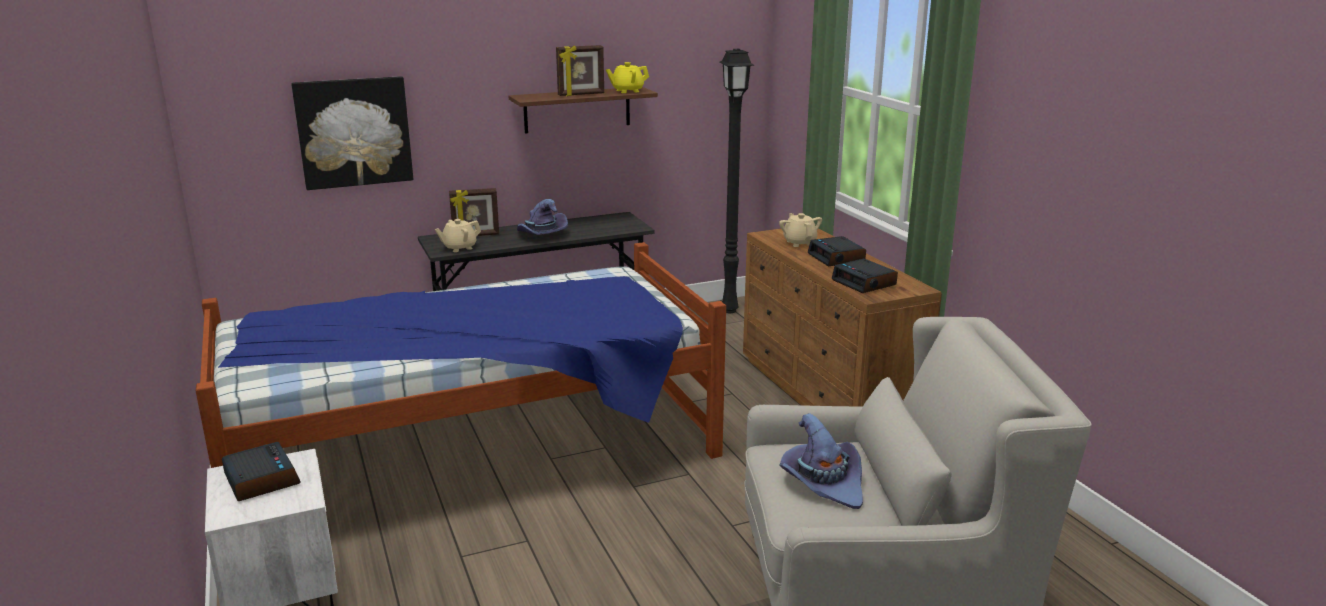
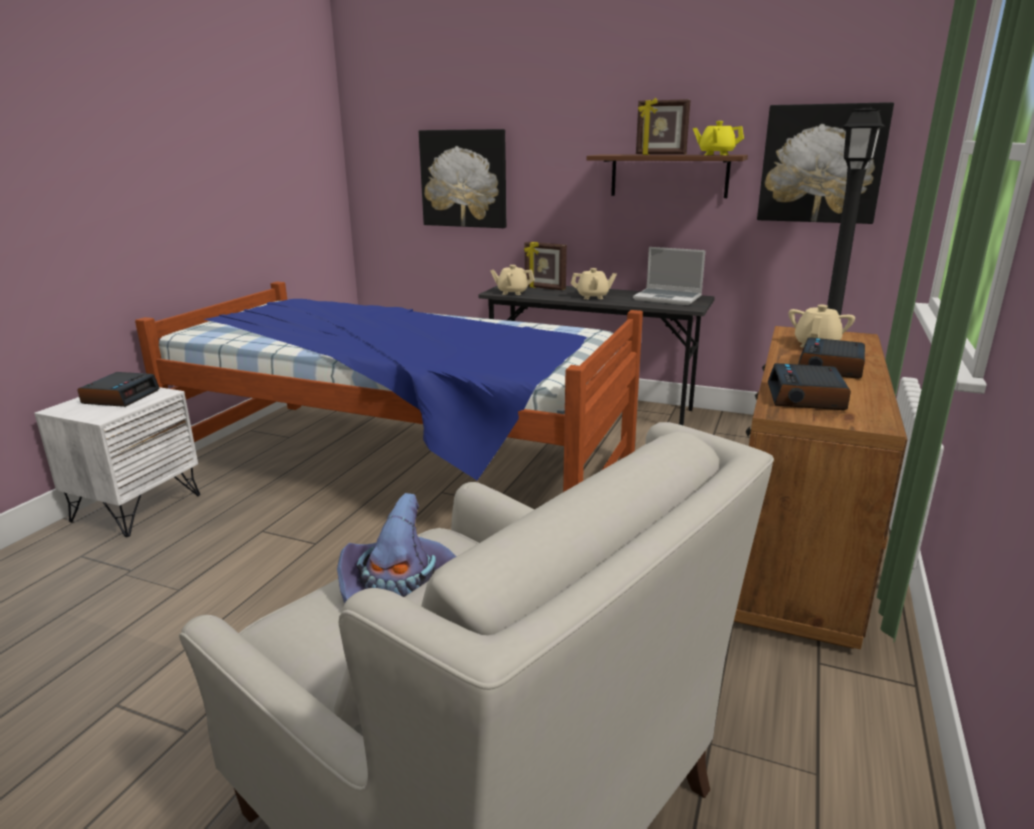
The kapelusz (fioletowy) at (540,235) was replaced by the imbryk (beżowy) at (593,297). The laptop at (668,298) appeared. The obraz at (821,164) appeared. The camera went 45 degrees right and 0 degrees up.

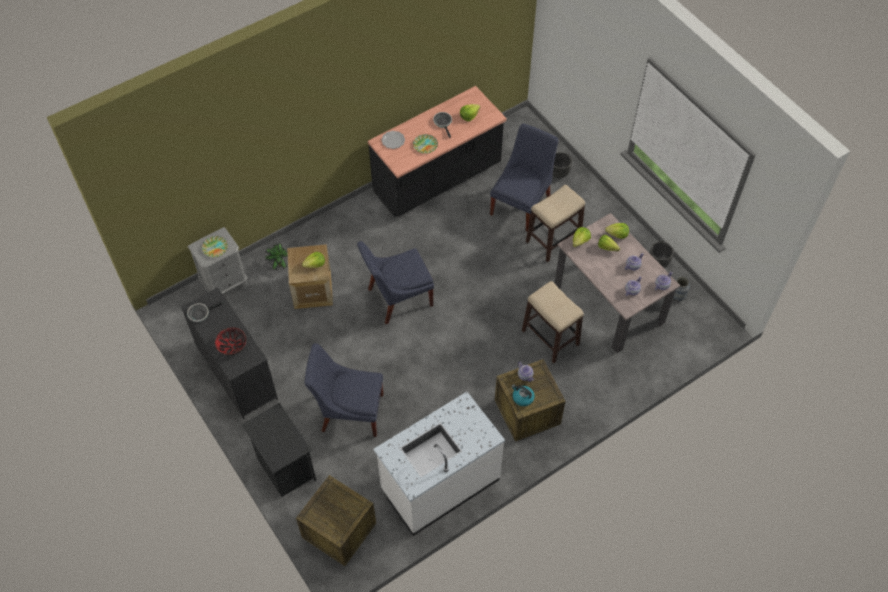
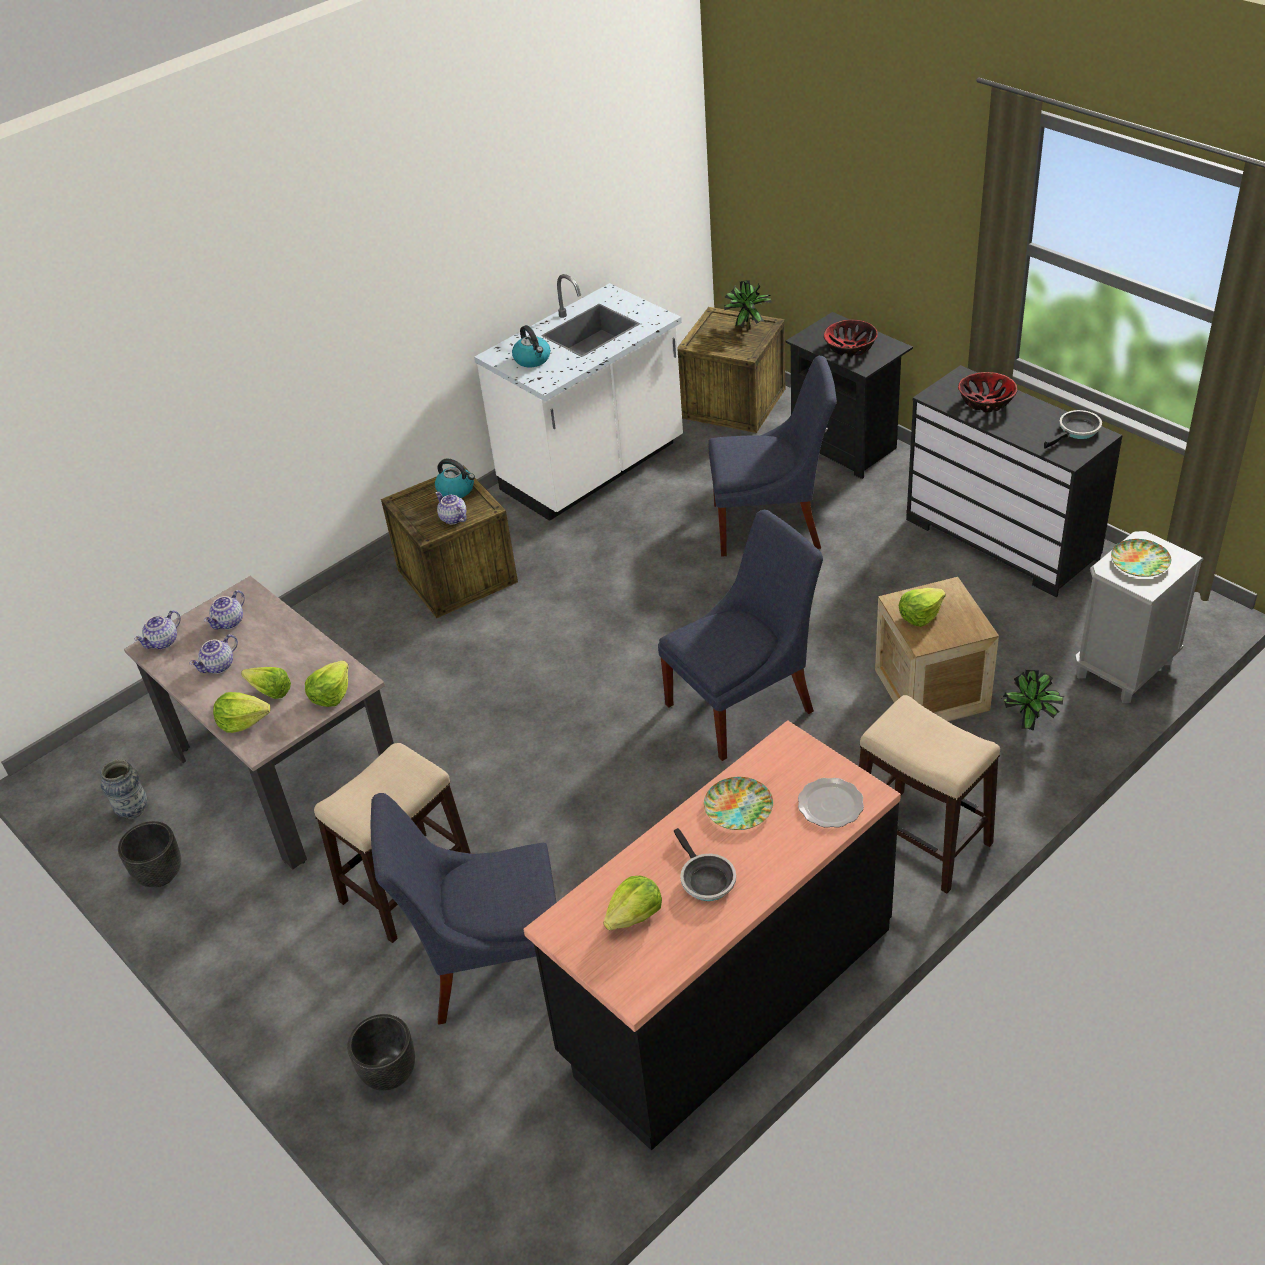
The krzesło (niebieski) at (522,204) turned 60 degrees clockwise. The czajnik at (533,359) appeared. The roślina doniczkowa at (747,327) appeared. The miska at (850,348) appeared. The stołek moved from (550,337) to (923,840). The camera went 175 degrees right and 15 degrees down.

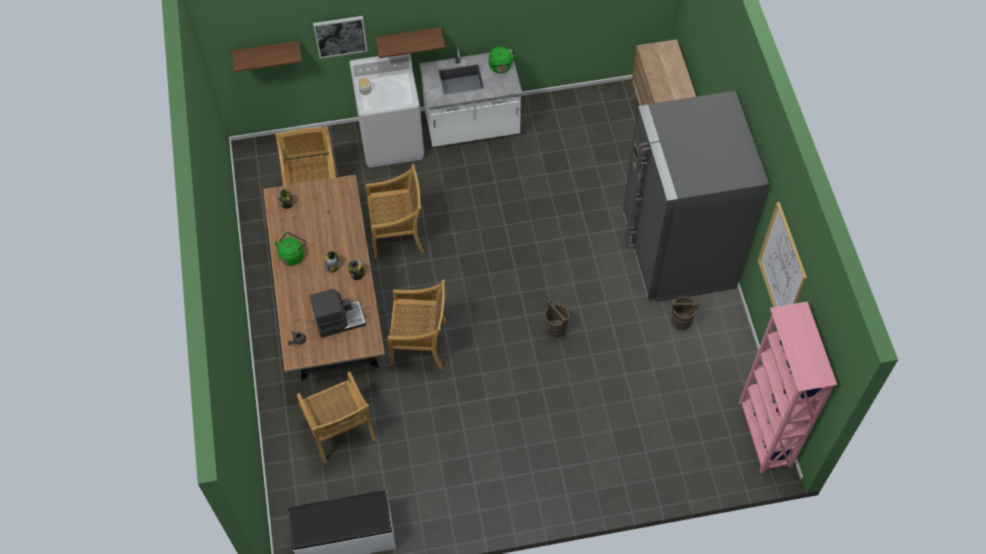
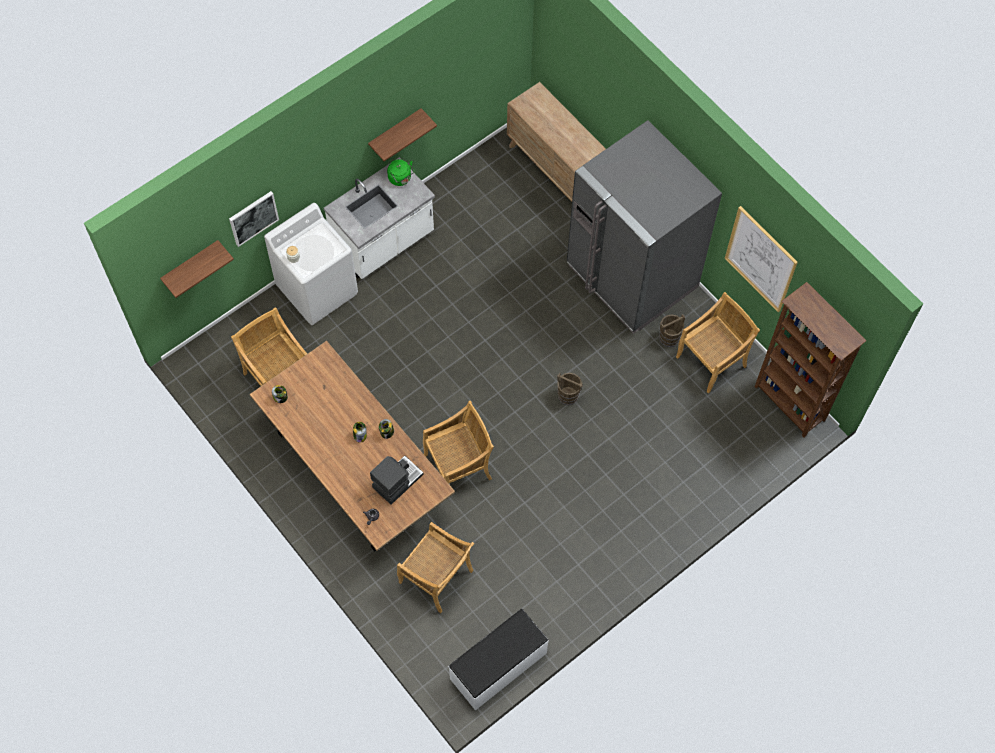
The półka moved from (408,39) to (395,131). The krzesło (beżowy) moved from (397,234) to (712,361). The regał (różowy) at (763,435) became the regał (brązowy) at (789,404). The czajnik (zielony) at (292,255) disappeared. The camera went 30 degrees left and 5 degrees up.

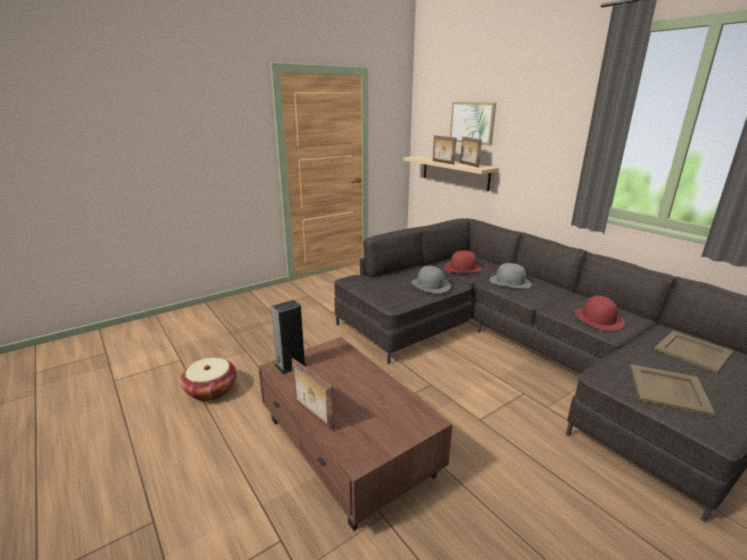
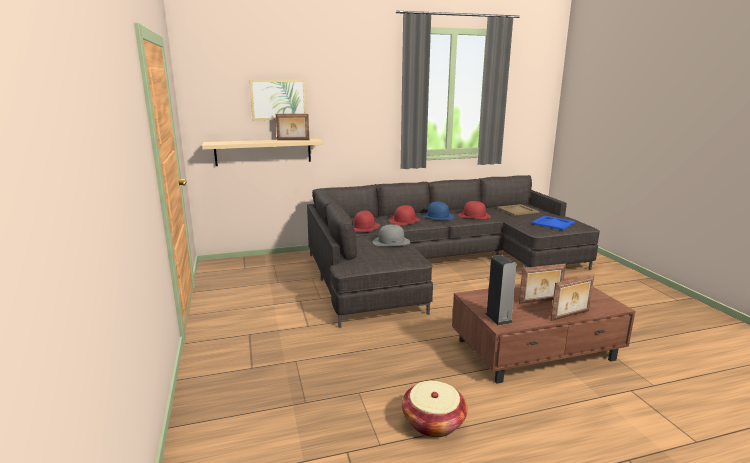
The kapelusz (szary) at (510,281) became the kapelusz (czerwony) at (404,220). The kapelusz (niebieski) at (438,216) appeared. The ramka na zdjęcie moved from (442,162) to (540,301). The taca (beżowy) at (669,389) became the taca (niebieski) at (553,223). The camera went 70 degrees left and 5 degrees down.

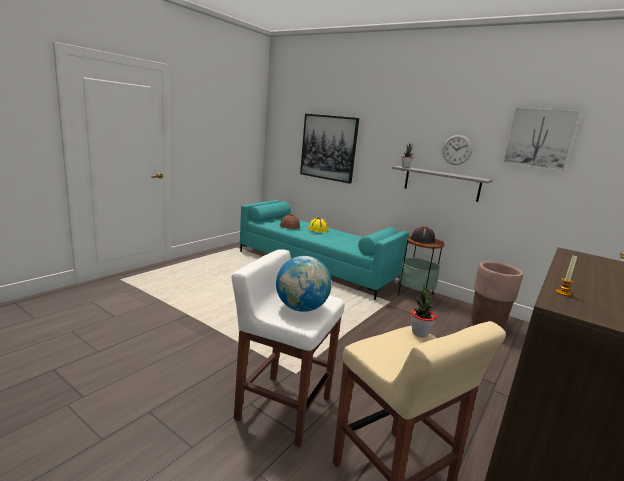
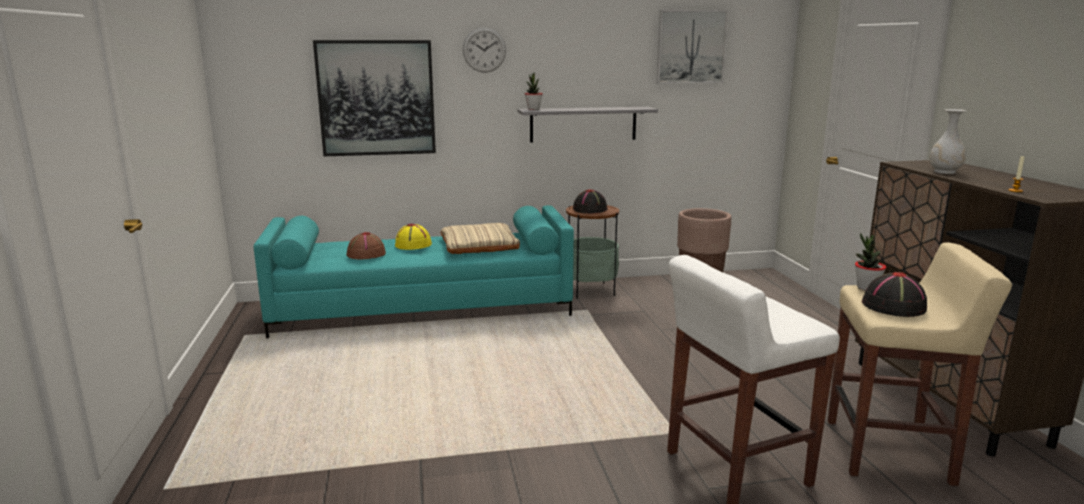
The poduszka (beżowy) at (479,245) appeared. The zegar ścienny moved from (457,150) to (484,50). The kapelusz (czarny) at (893,307) appeared. The wazon (biały) at (944,172) appeared. The globus at (301,308) disappeared. The camera went 45 degrees left and 0 degrees up.

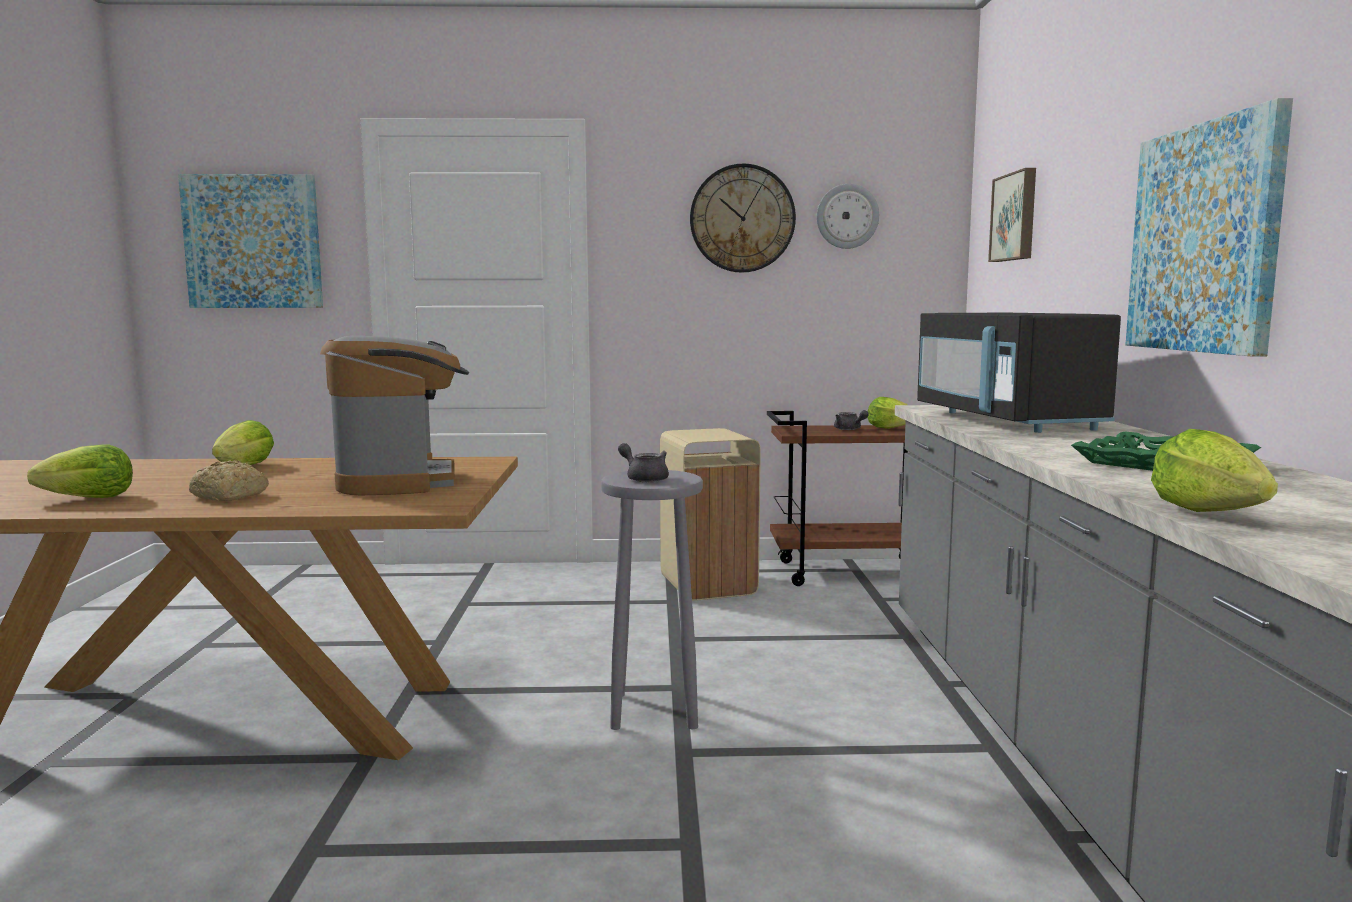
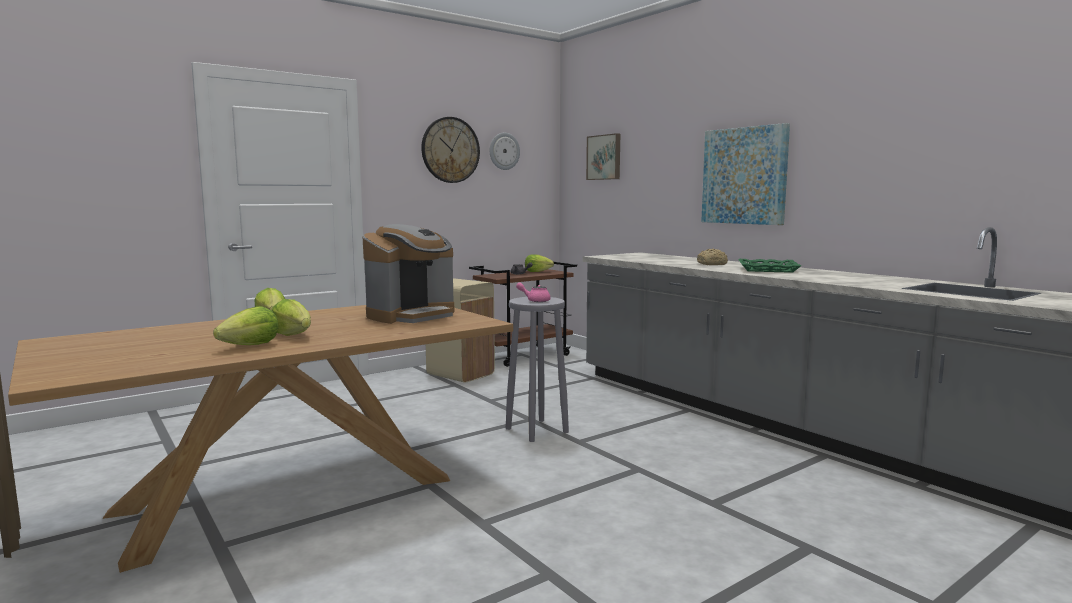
The sałata moved from (1207,512) to (293,335). The ekspres do kawy at (399,481) turned 90 degrees clockwise. The imbryk (szary) at (644,478) became the imbryk (różowy) at (535,300). The chleb moved from (229,496) to (712,264). The obraz at (253,242) disappeared. The mikrofalówka (czarny) at (1006,420) disappeared. The camera went 35 degrees left and 0 degrees up.

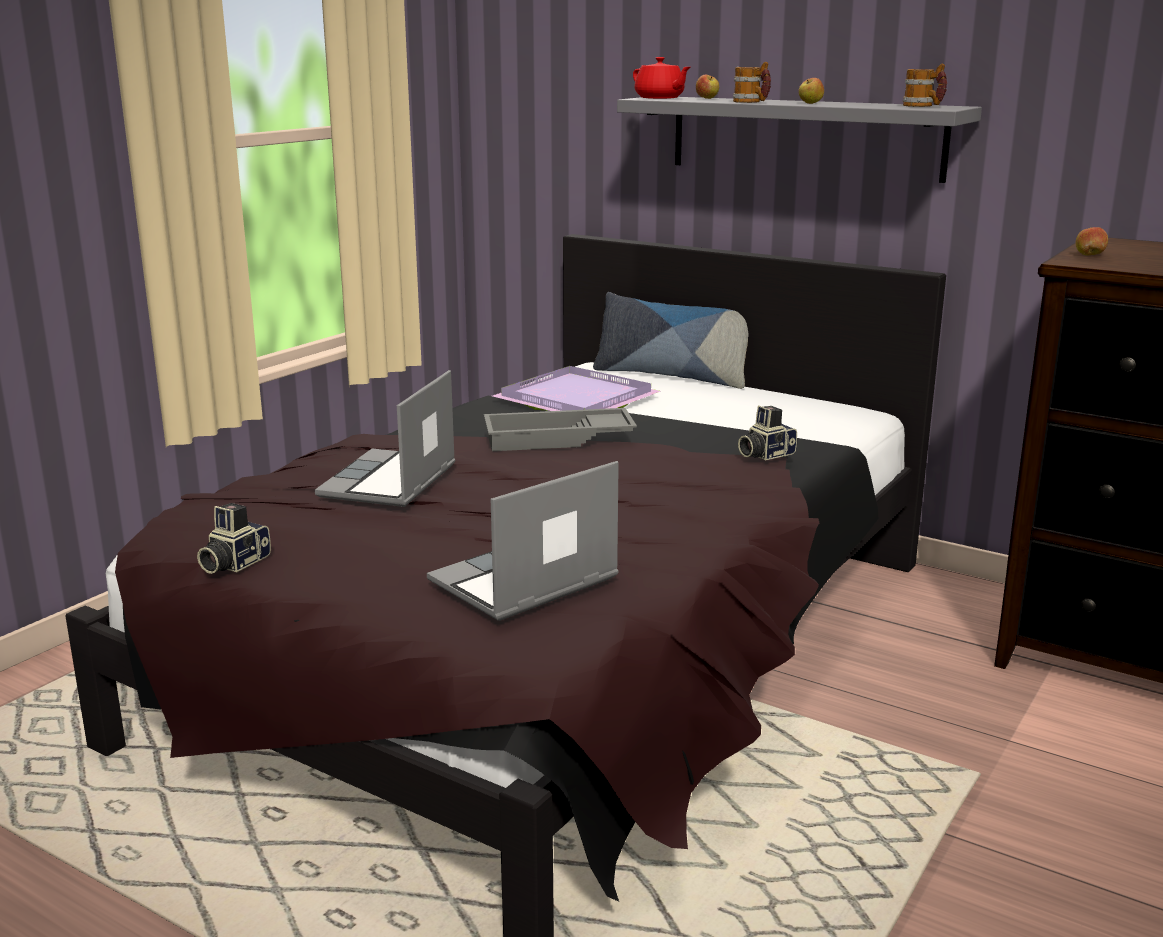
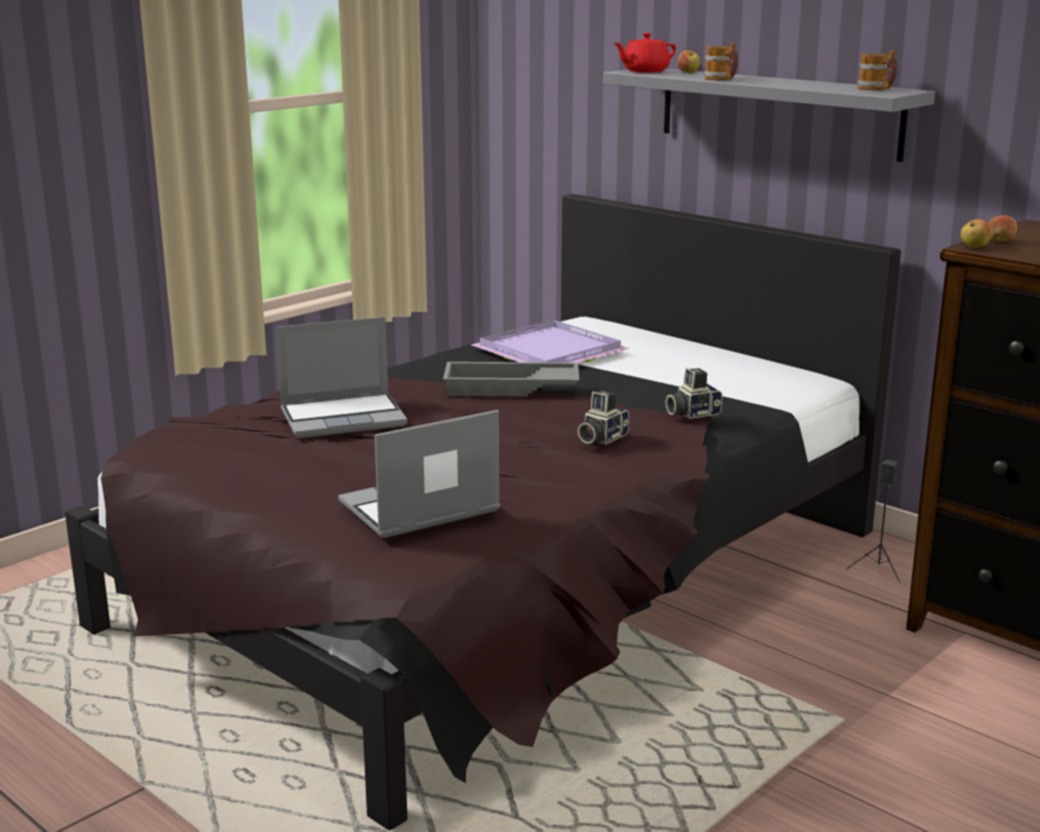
The laptop at (390,482) turned 135 degrees counterclockwise. The aparat fotograficzny moved from (233,563) to (600,438). The imbryk (czerwony) at (660,98) turned 90 degrees clockwise. The głośnik (czarny) at (879,570) appeared. The jabłko moved from (810,103) to (974,247). The poduszka at (671,376) disappeared. The camera went 10 degrees right and 0 degrees up.

